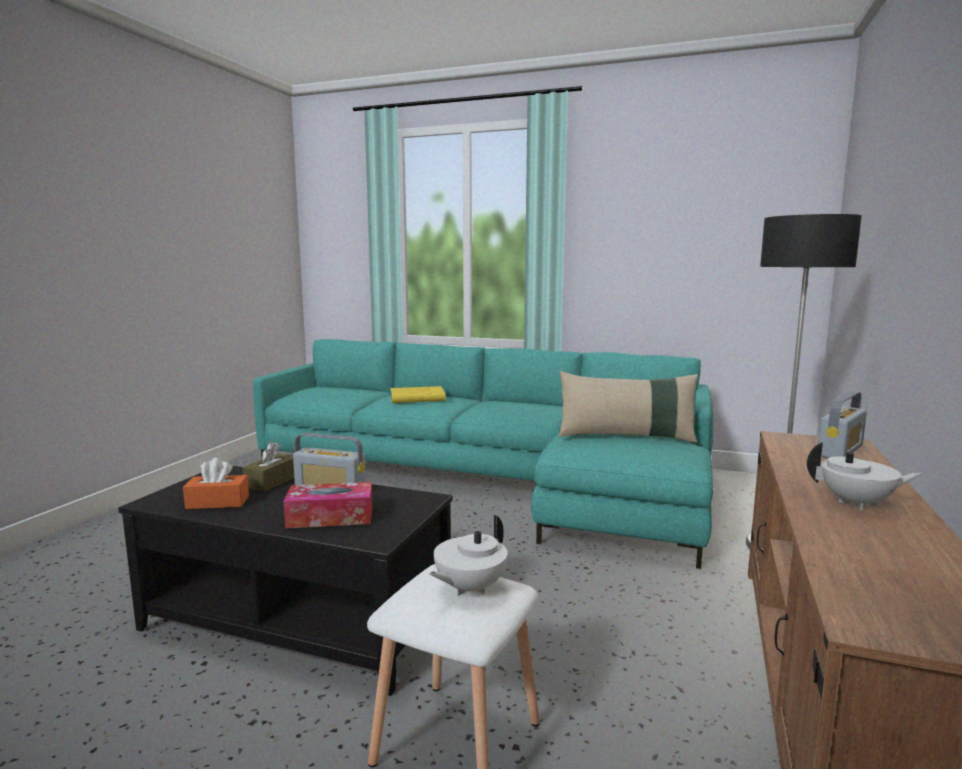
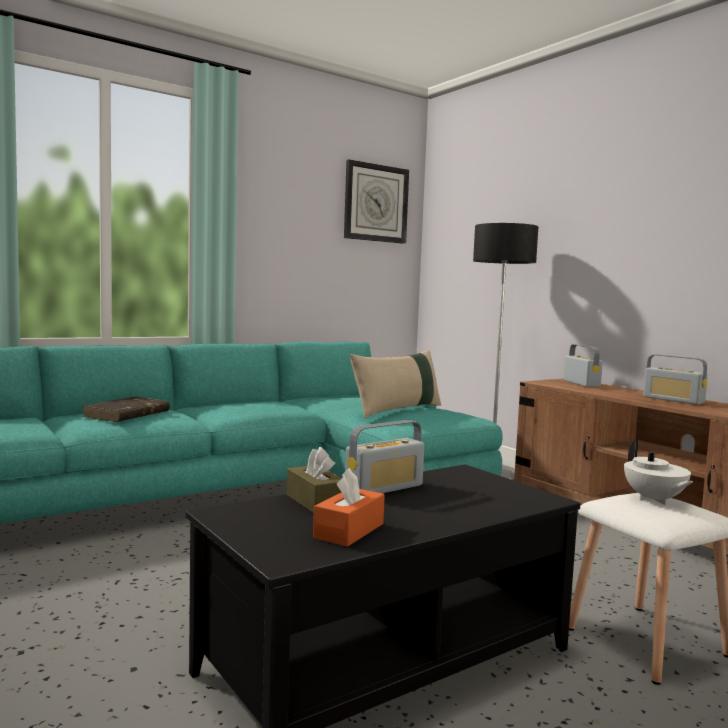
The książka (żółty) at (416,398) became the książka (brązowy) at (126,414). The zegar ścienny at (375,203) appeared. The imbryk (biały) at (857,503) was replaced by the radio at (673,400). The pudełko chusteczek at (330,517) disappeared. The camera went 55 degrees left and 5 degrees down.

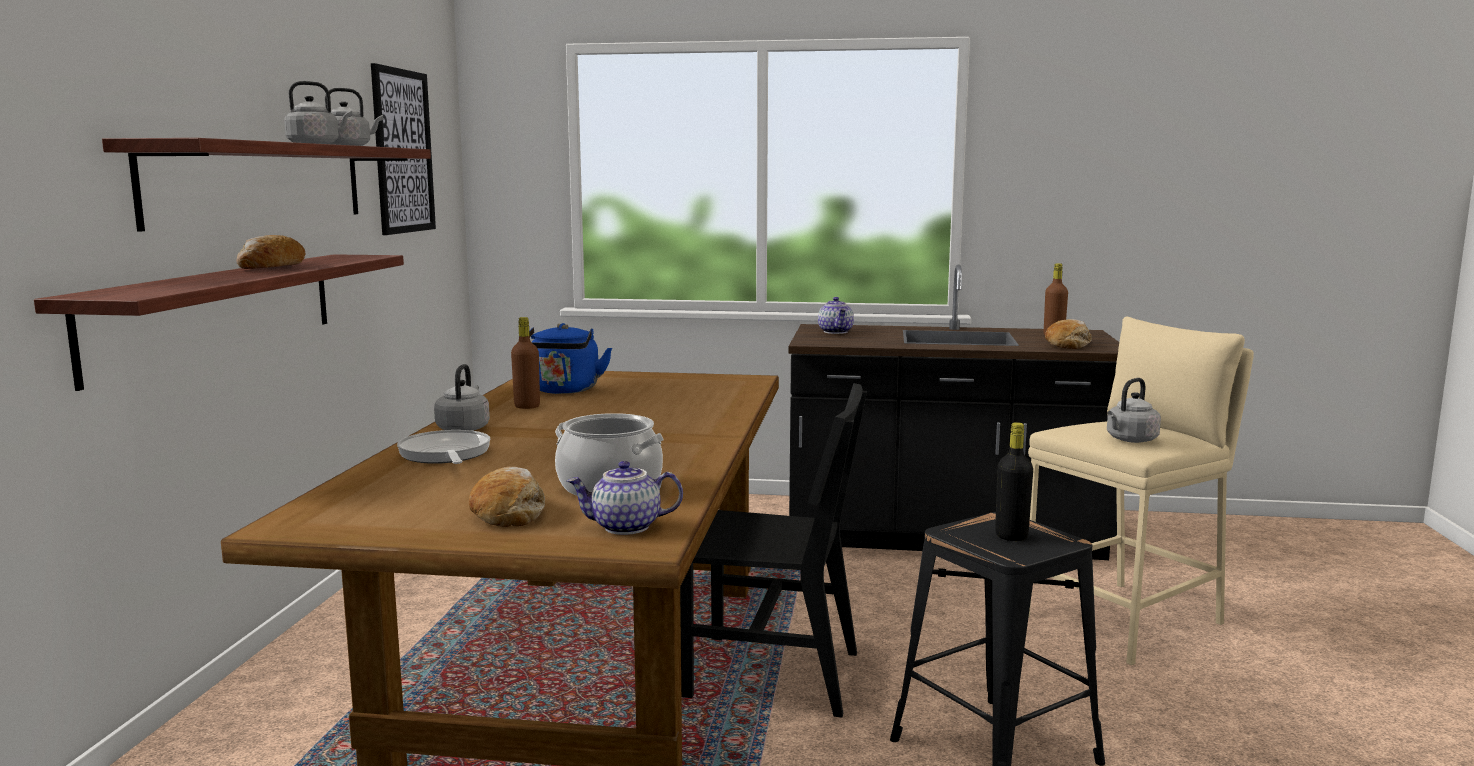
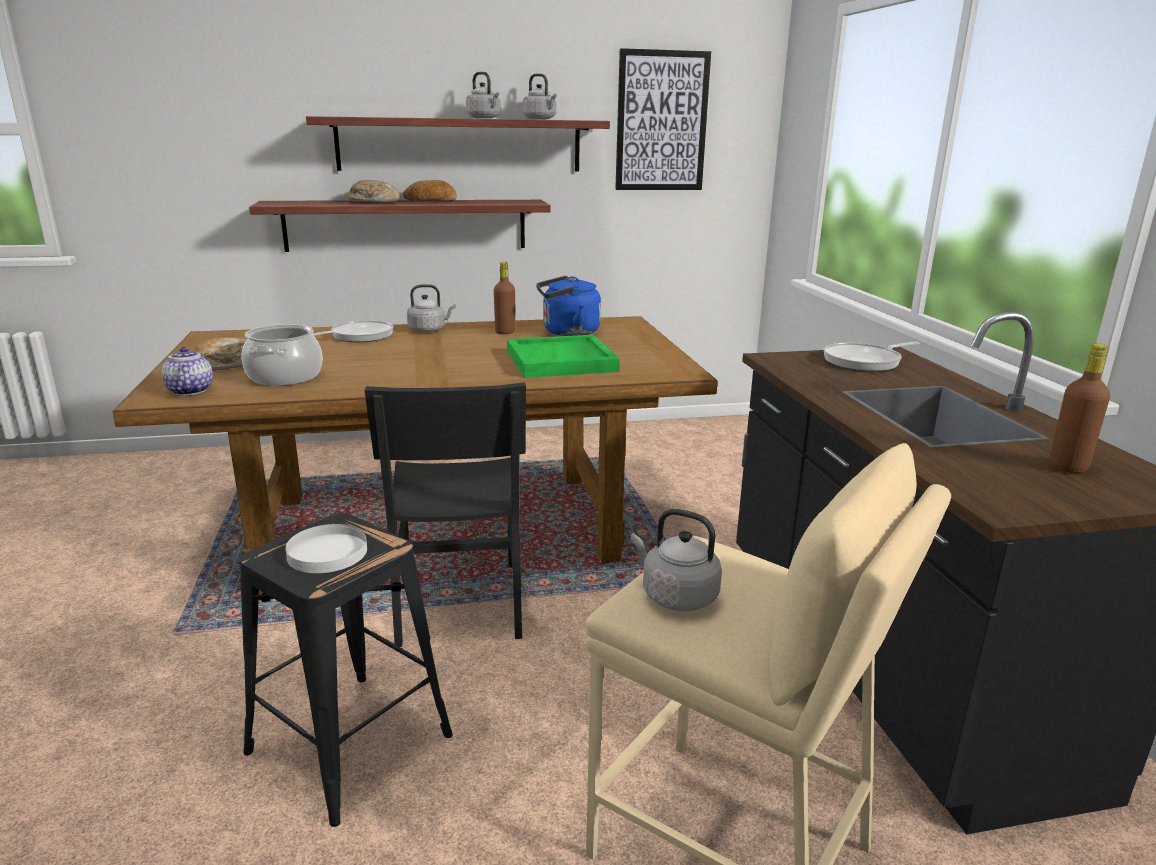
The butelka (czarny) at (1011,536) was replaced by the talerz (biały) at (328,553). The chleb moved from (1068,345) to (374,202). The taca (zielony) at (562,361) appeared. The imbryk at (836,332) was replaced by the patelnia at (865,361). The camera went 70 degrees right and 10 degrees up.

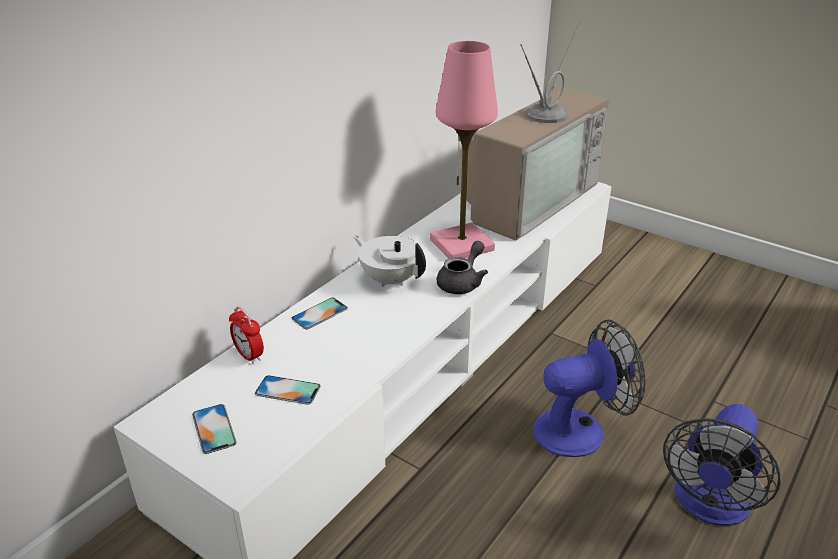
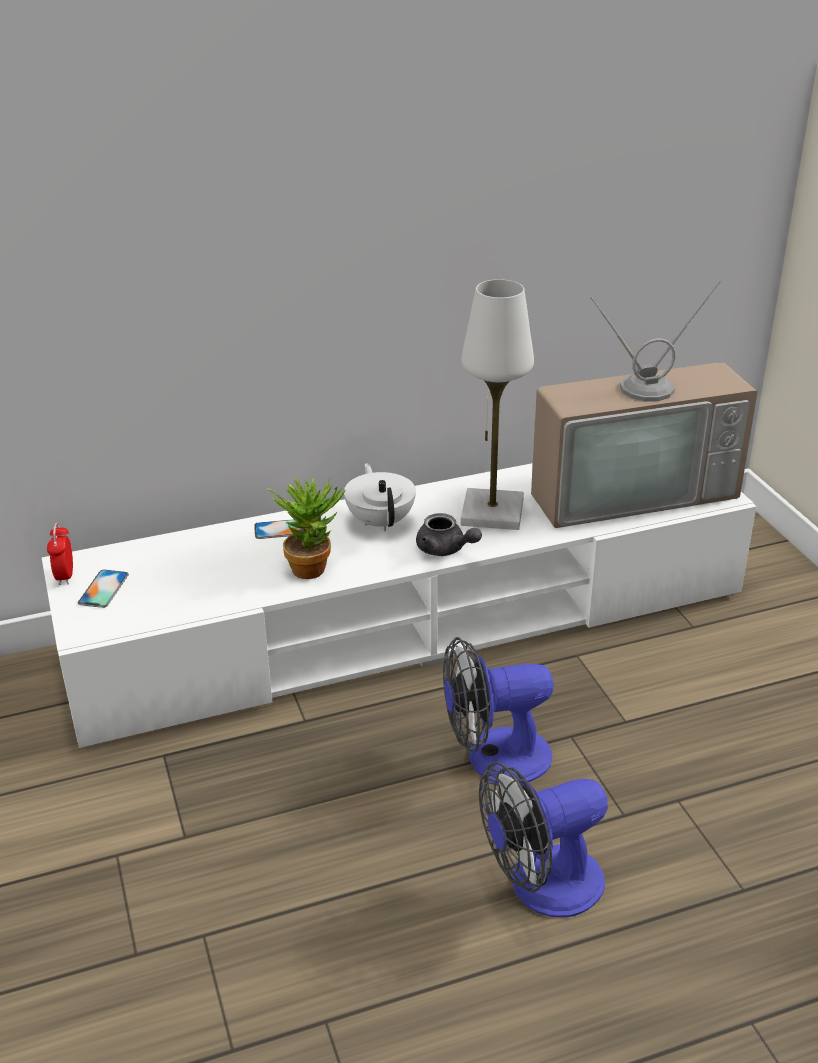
The budzik moved from (249,356) to (65,576). The roślina doniczkowa at (312,566) appeared. The imbryk (szary) at (462,282) turned 60 degrees clockwise. The wentylator at (581,429) turned 150 degrees clockwise. The lampa stołowa (różowy) at (461,245) became the lampa stołowa (biały) at (492,512). The telefon at (288,390) disappeared. The camera went 35 degrees right and 0 degrees up.

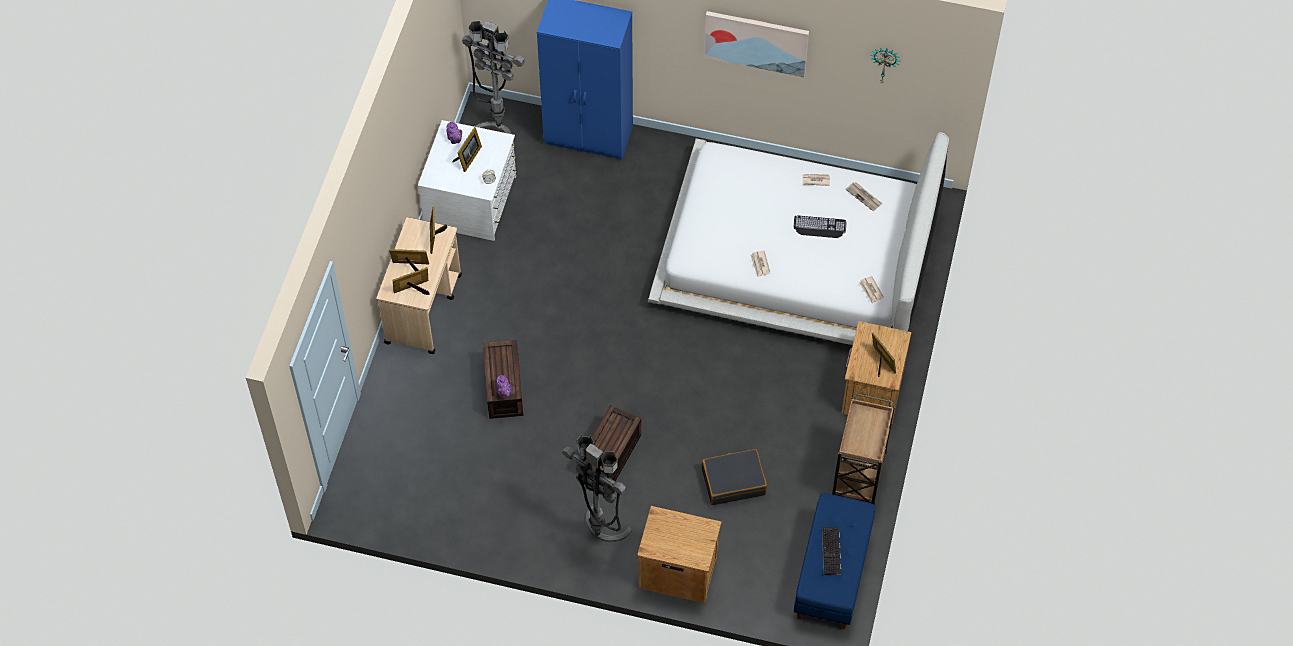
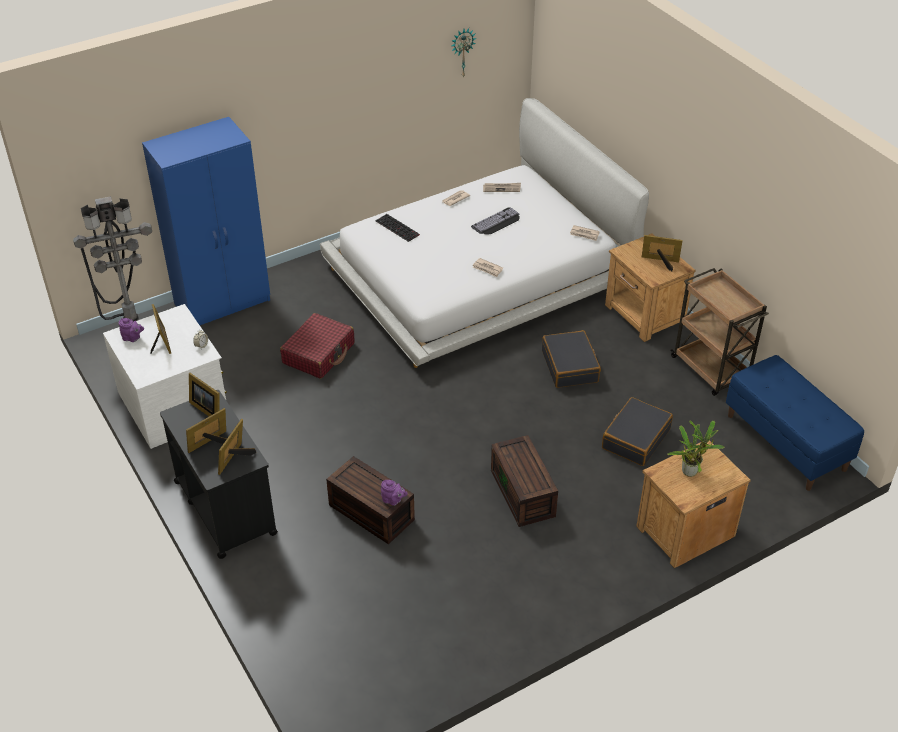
The wózek (beżowy) at (424,308) became the wózek (czarny) at (225,507). The walizka (czerwony) at (319,353) appeared. The klawiatura moved from (832,551) to (398,228). The walizka (czarny) at (570,366) appeared. The roślina doniczkowa at (691,471) appeared. The lampa stojąca (szary) at (600,532) disappeared. The obraz at (756,42) disappeared. The camera went 45 degrees left and 15 degrees down.

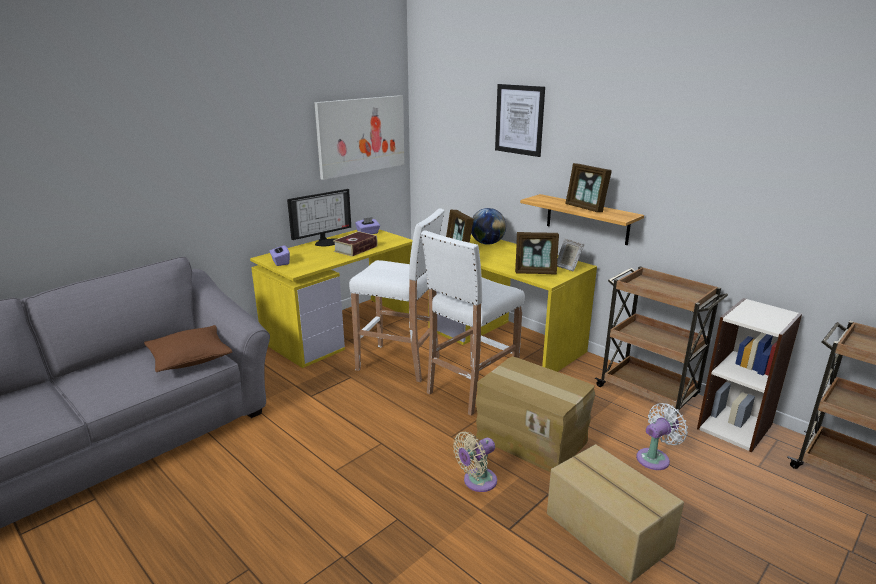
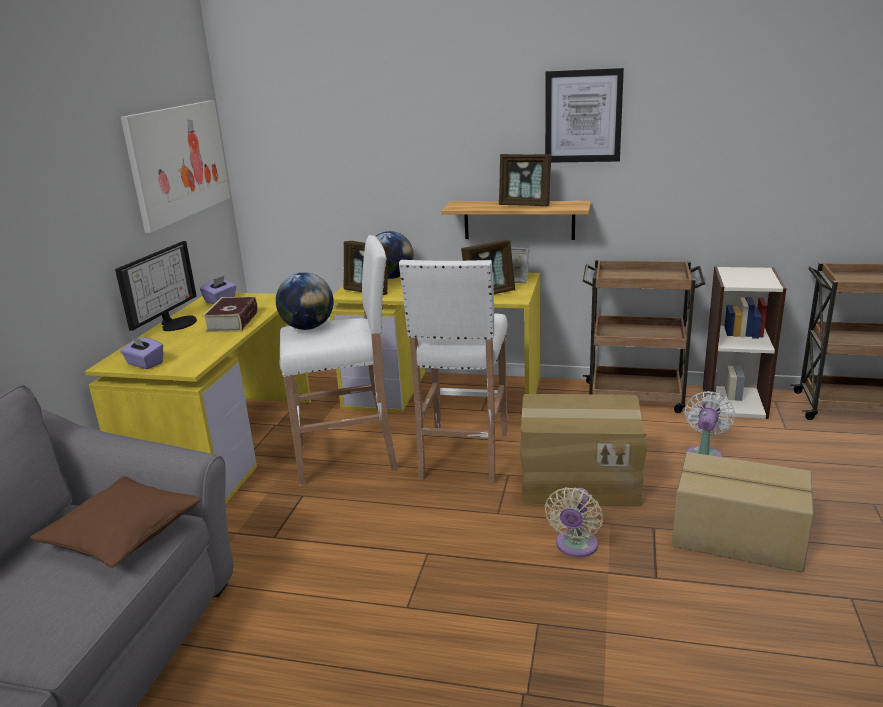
The globus at (308,327) appeared. The obraz moved from (519,120) to (583,116). The camera went 30 degrees left and 0 degrees up.

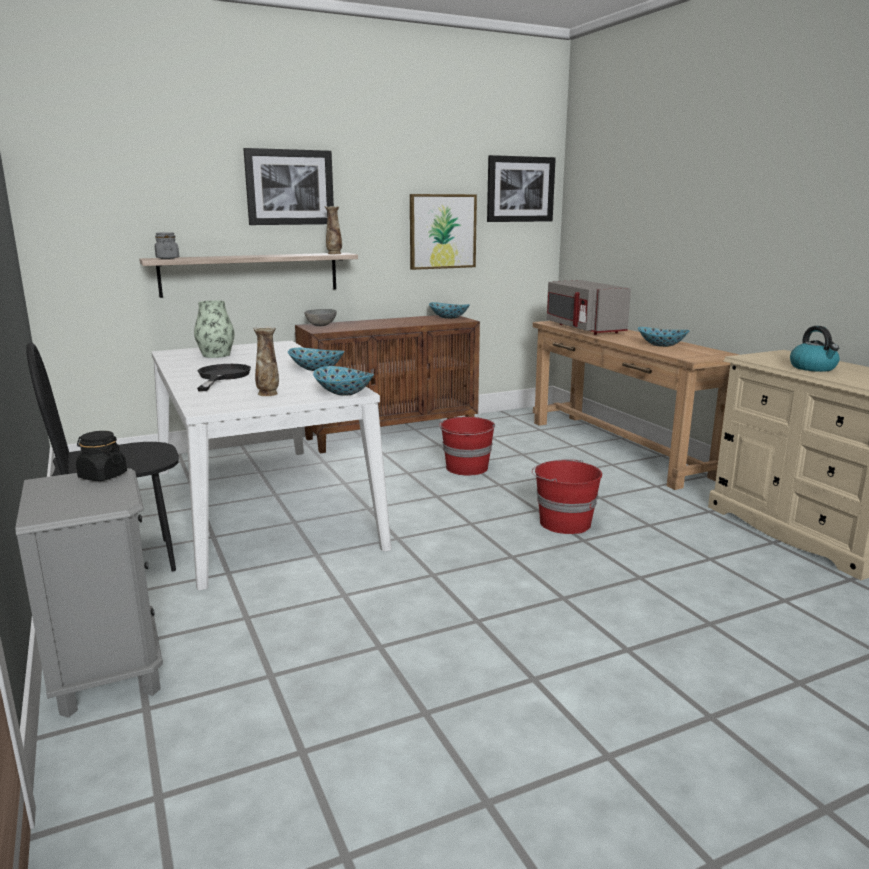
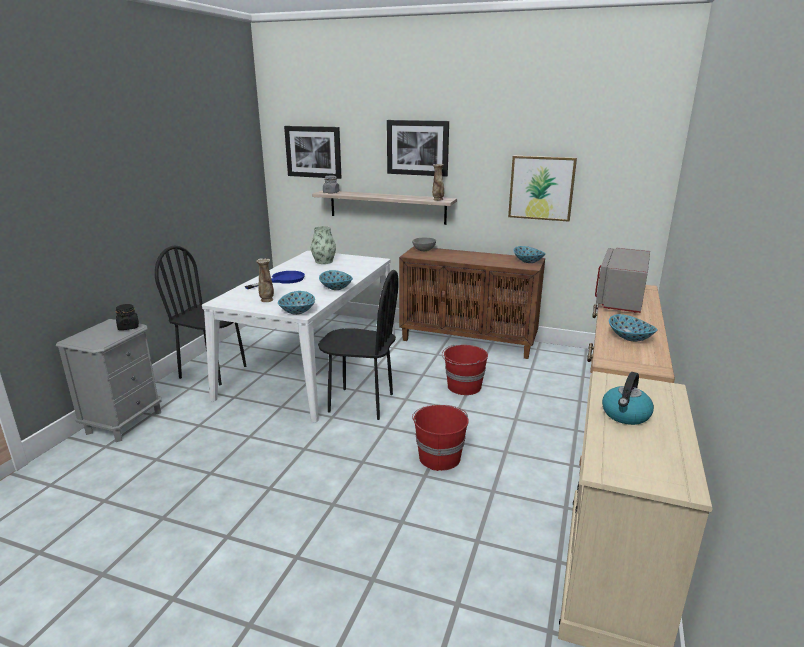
The patelnia (czarny) at (221,377) became the patelnia (niebieski) at (282,280). The obraz moved from (520,189) to (313,152). The krzesło (czarny) at (361,403) appeared. The camera went 45 degrees right and 5 degrees up.

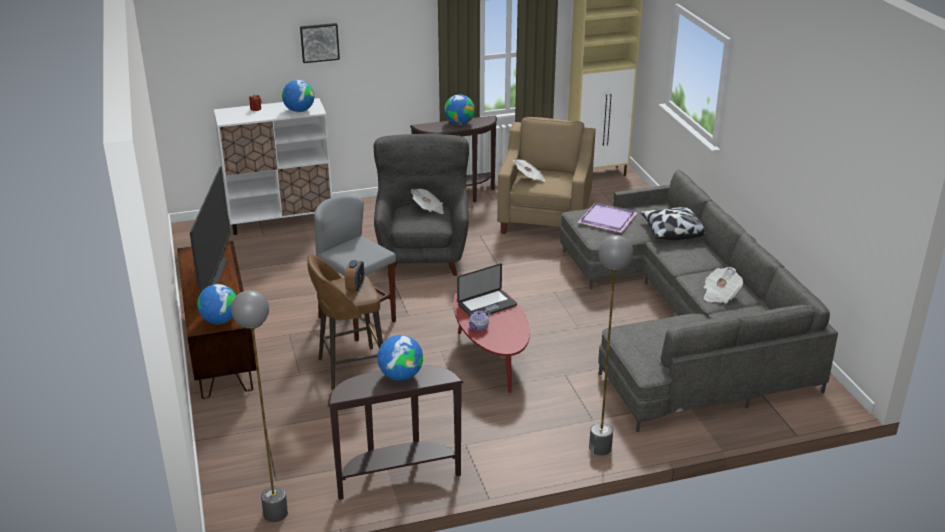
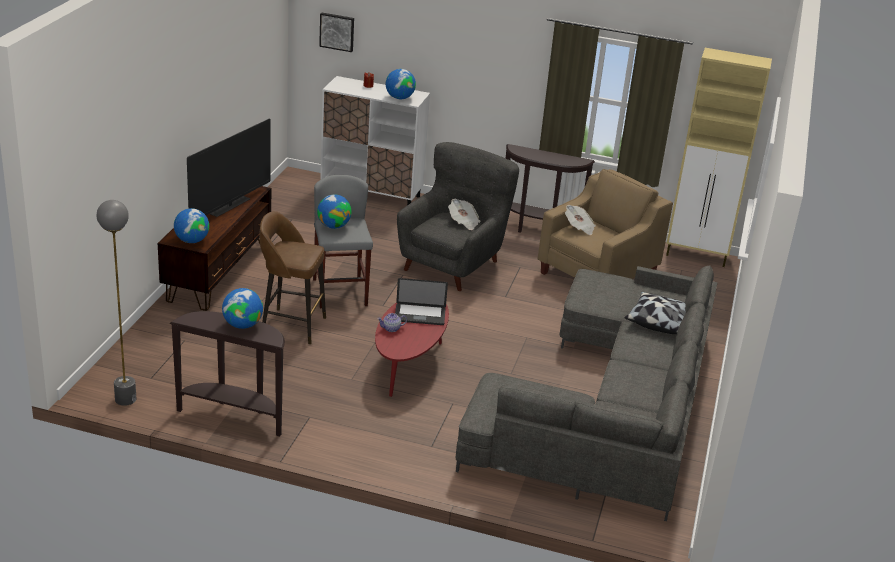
The globus moved from (459,123) to (334,226). The obraz moved from (319,42) to (337,31). The budzik at (355,287) disappeared. The taca (fioletowy) at (606,219) disappeared. The lampa stojąca (szary) at (600,448) disappeared. The gazeta at (720,294) disappeared. The camera went 30 degrees right and 0 degrees up.

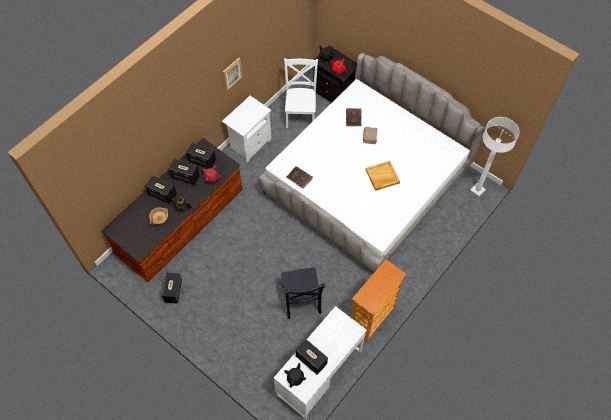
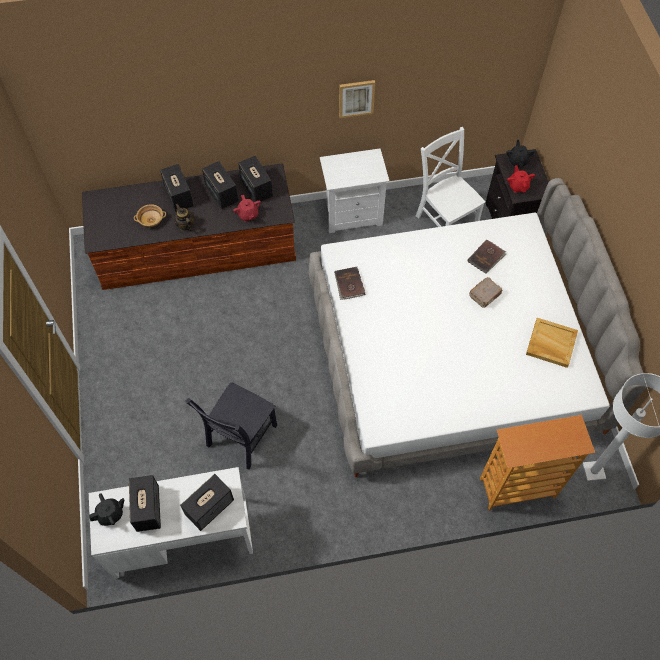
The głośnik moved from (173,291) to (210,507). The krzesło (biały) at (301,114) turned 75 degrees counterclockwise. The regał moved from (372,319) to (517,489). The taca (beżowy) moved from (382,176) to (550,344). The camera went 40 degrees right and 0 degrees up.

